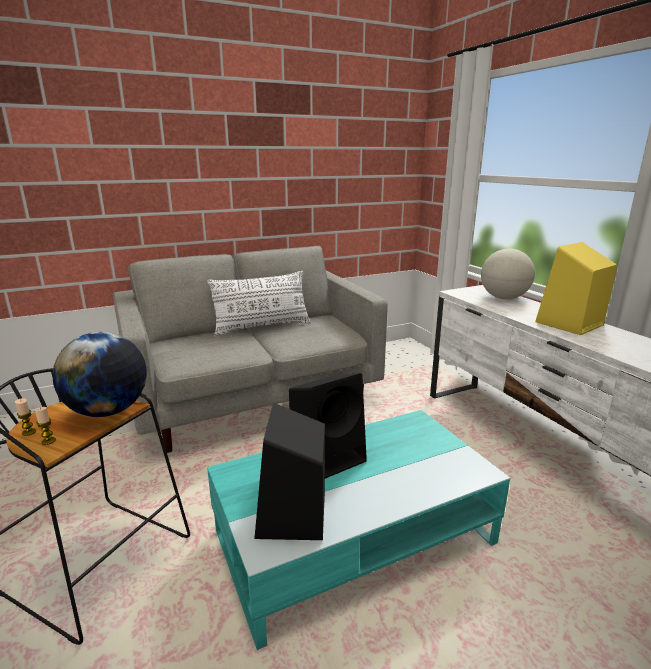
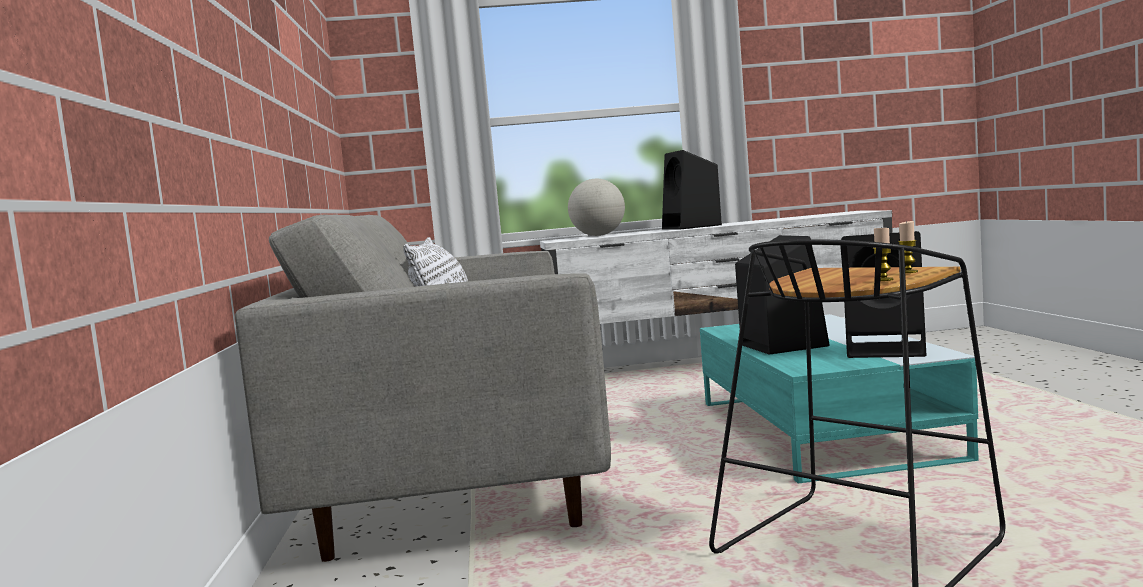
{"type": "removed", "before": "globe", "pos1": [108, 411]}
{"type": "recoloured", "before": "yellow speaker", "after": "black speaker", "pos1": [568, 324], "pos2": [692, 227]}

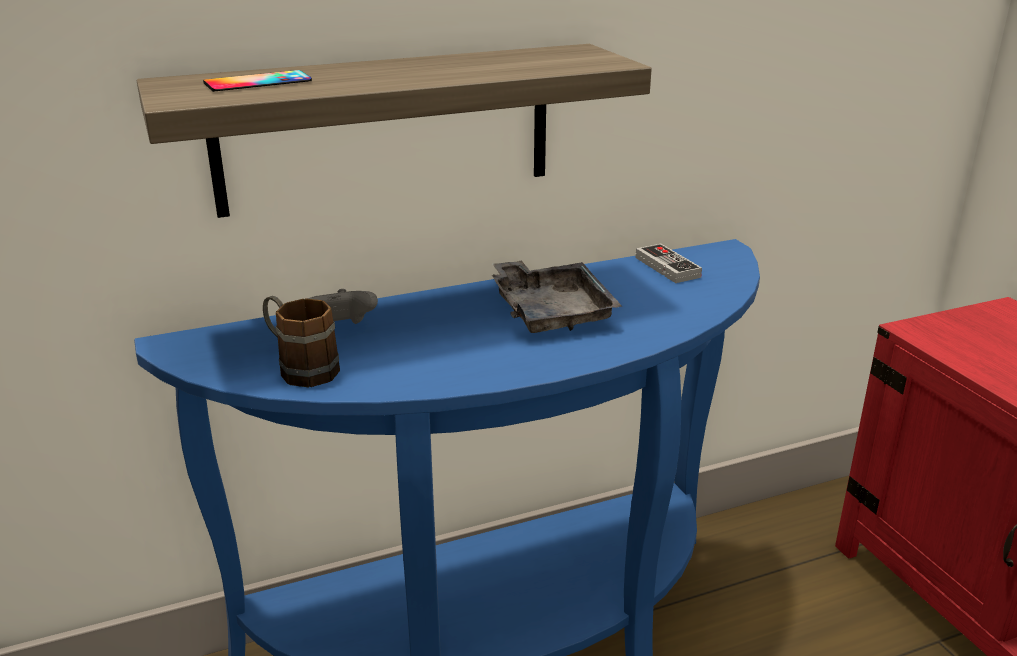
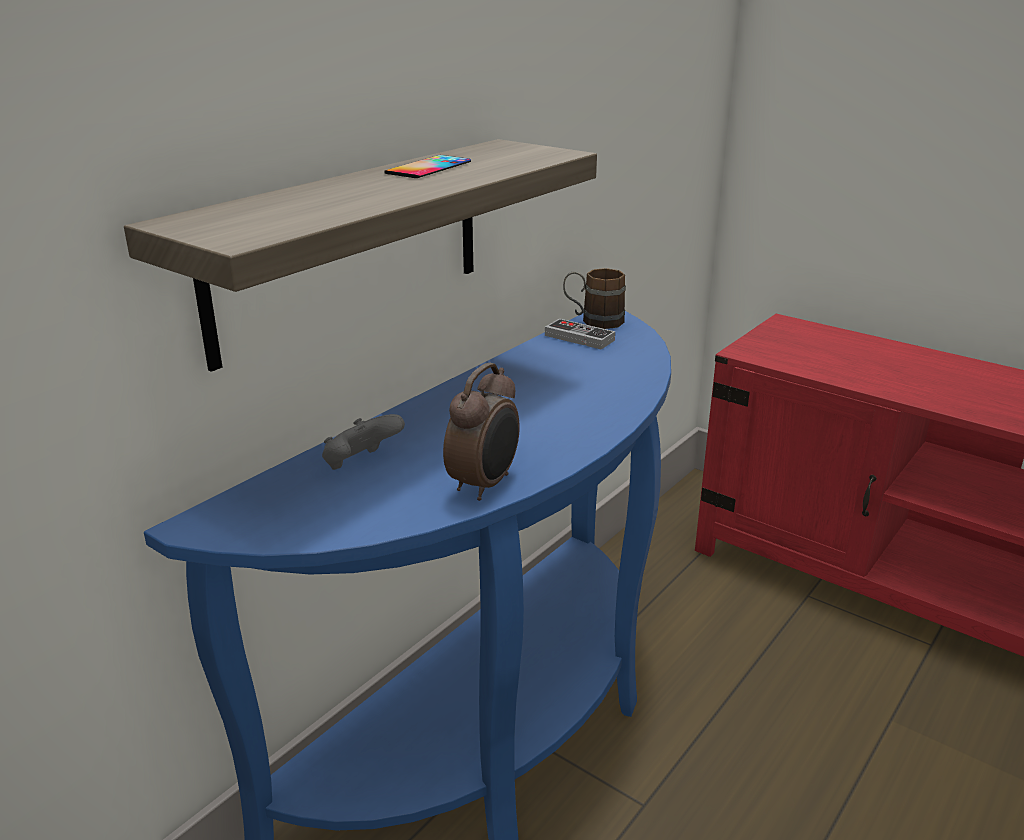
{"type": "removed", "before": "grey tray", "pos1": [550, 311]}
{"type": "added", "after": "alarm clock", "pos2": [485, 484]}
{"type": "moved", "before": "phone", "pos1": [258, 82], "pos2": [428, 167]}
{"type": "moved", "before": "brown mug", "pos1": [300, 368], "pos2": [593, 321]}

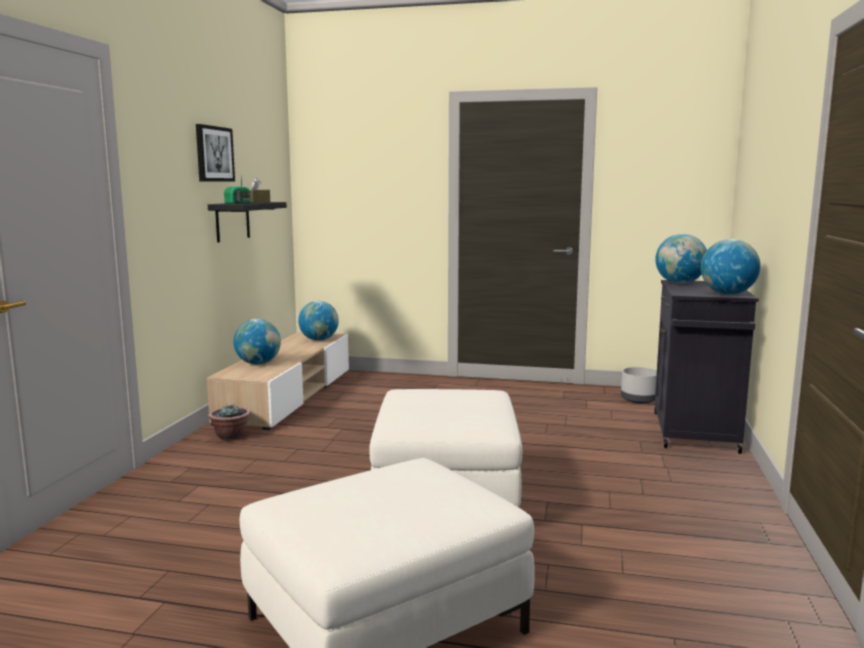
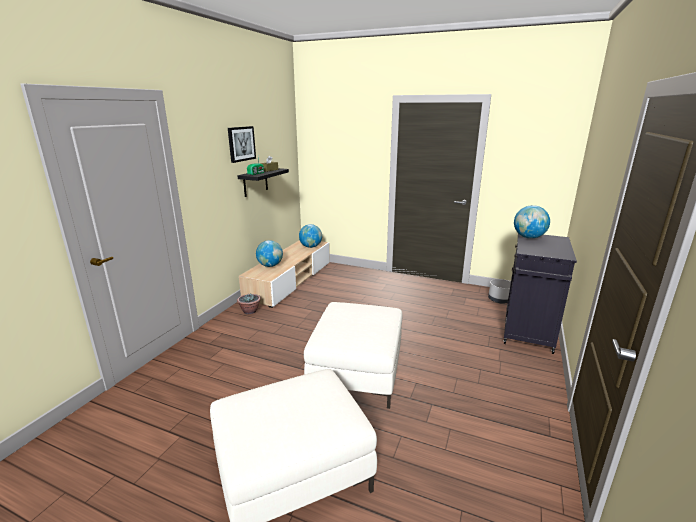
{"type": "removed", "before": "globe", "pos1": [727, 294]}

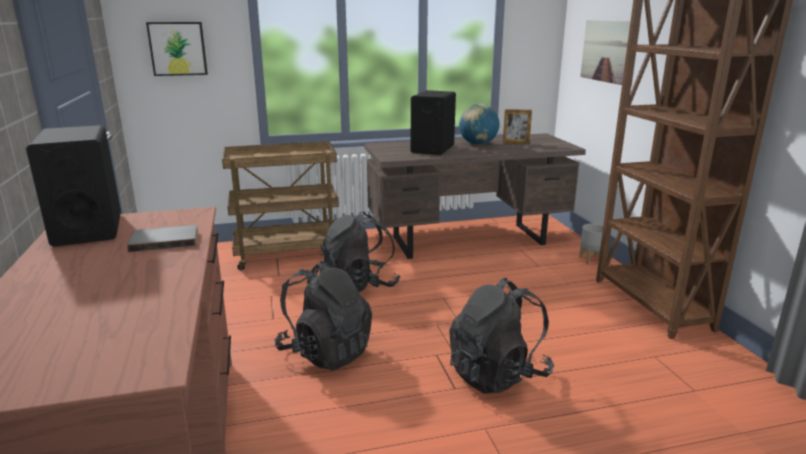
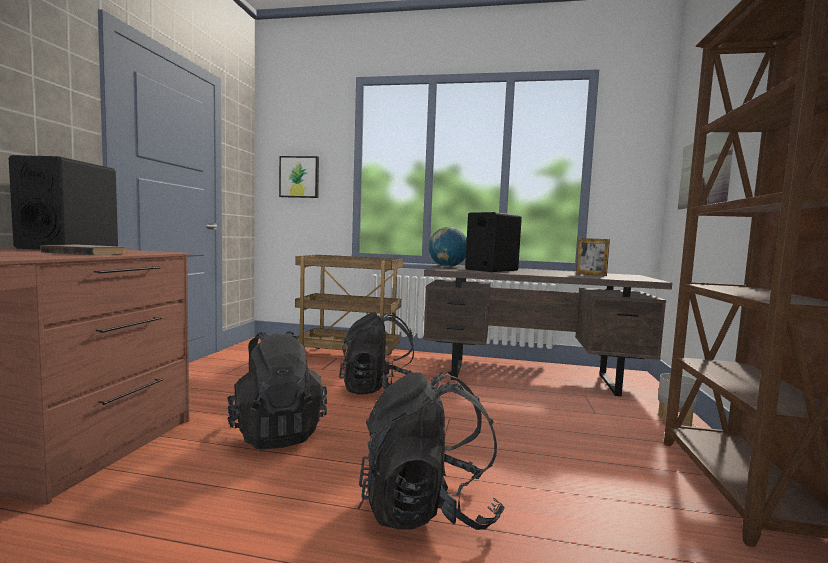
{"type": "moved", "before": "globe", "pos1": [478, 144], "pos2": [447, 266]}

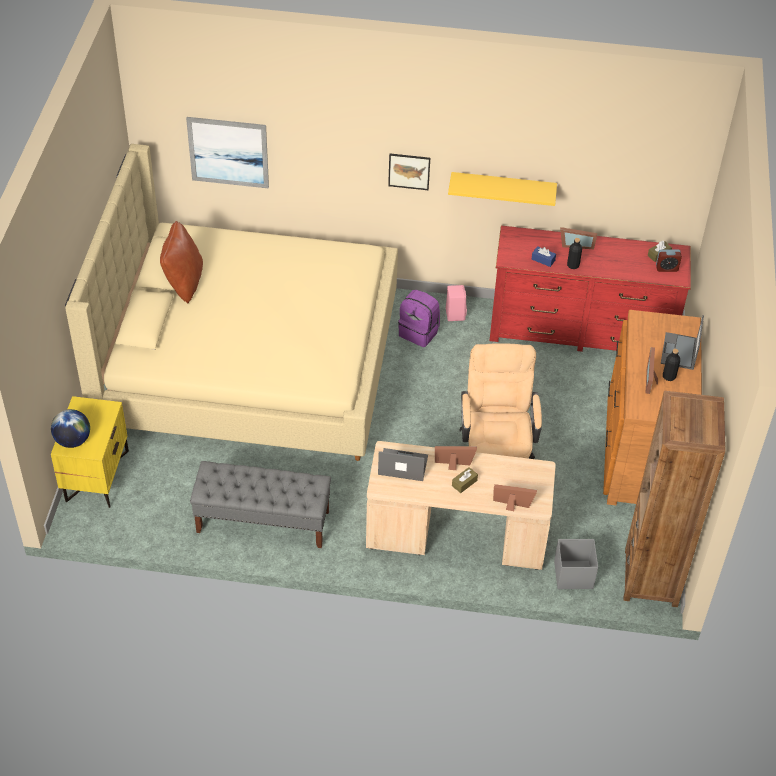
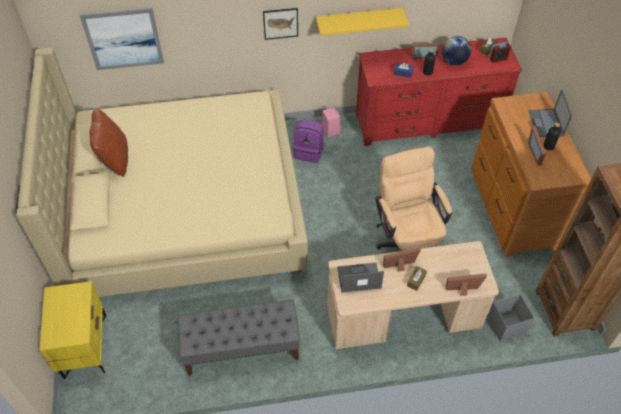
{"type": "moved", "before": "globe", "pos1": [73, 440], "pos2": [454, 61]}

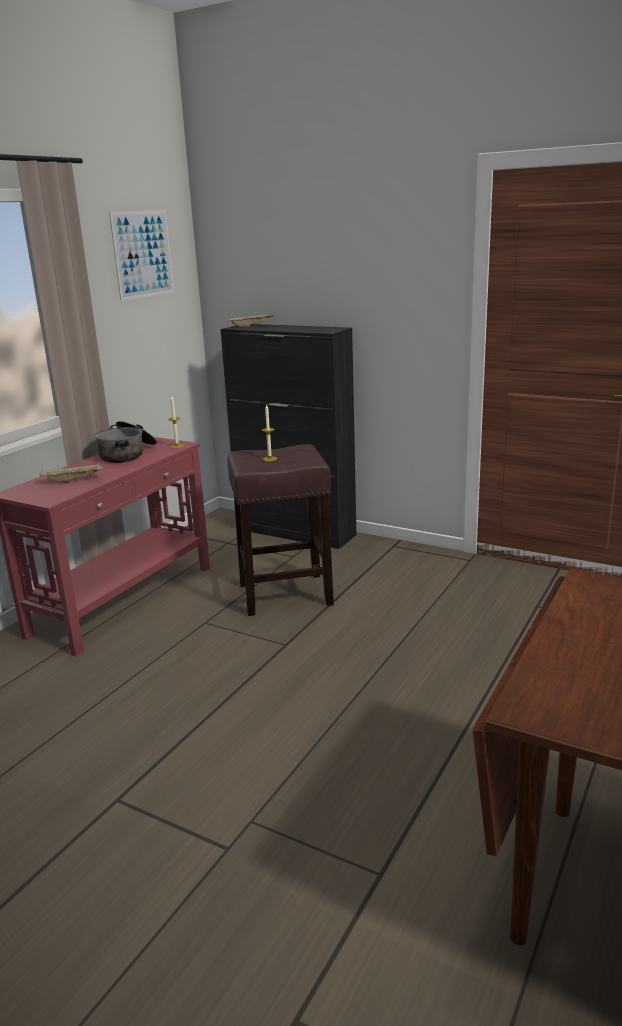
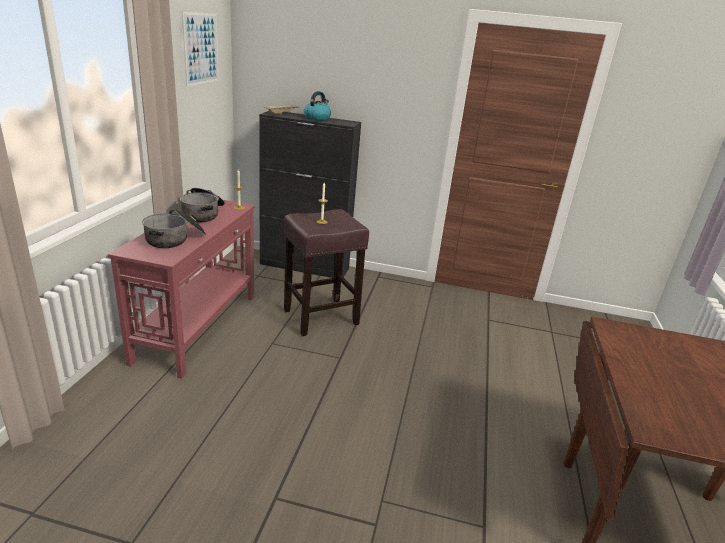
{"type": "added", "after": "kettle", "pos2": [317, 118]}
{"type": "replaced", "before": "beige tray", "after": "cooking pot", "pos1": [74, 480], "pos2": [175, 239]}

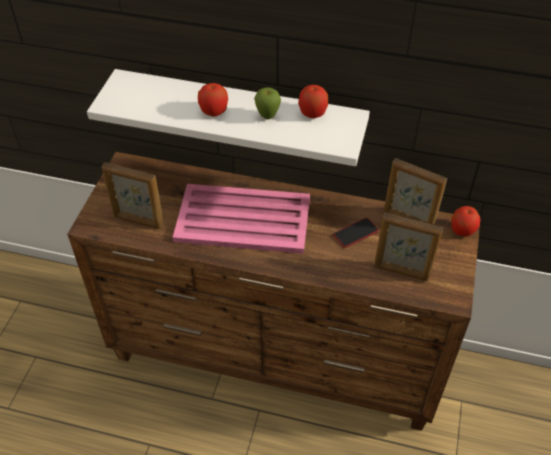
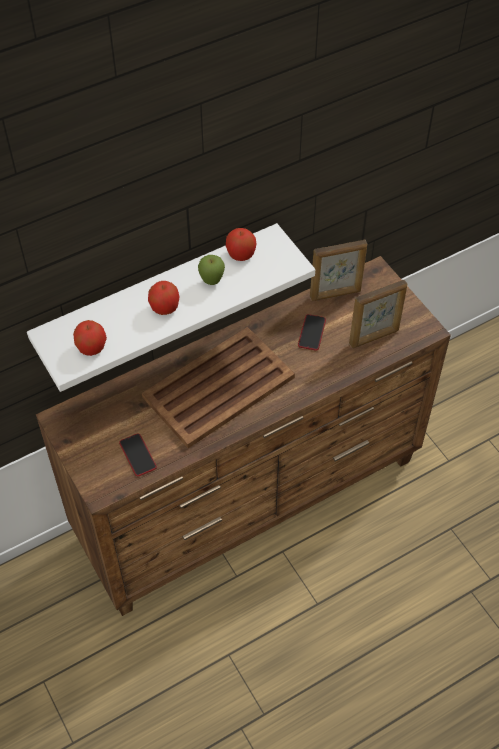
{"type": "moved", "before": "apple", "pos1": [462, 230], "pos2": [92, 348]}
{"type": "replaced", "before": "picture frame", "after": "phone", "pos1": [138, 221], "pos2": [138, 455]}
{"type": "recoloured", "before": "pink tray", "after": "brown tray", "pos1": [242, 219], "pos2": [217, 388]}

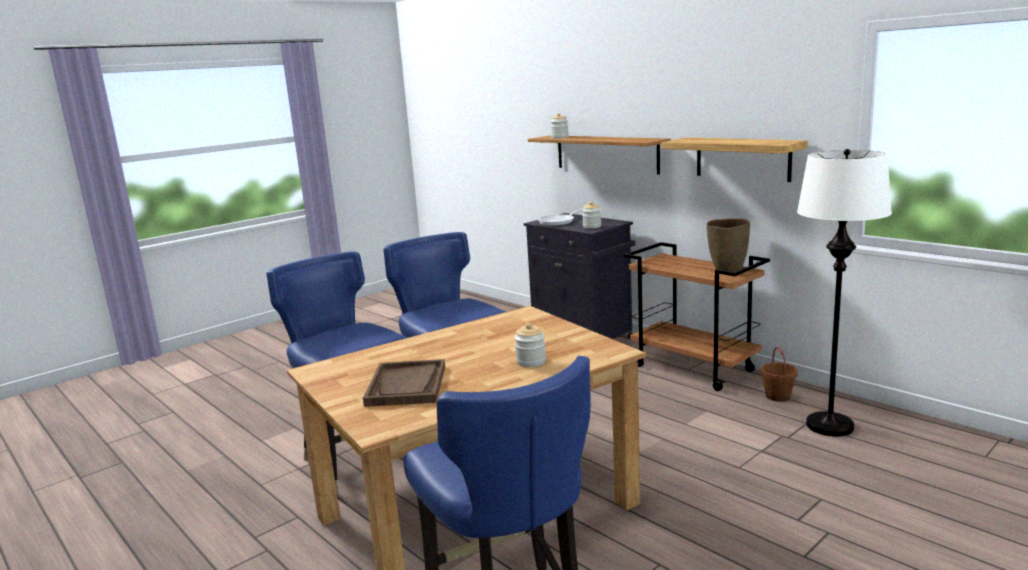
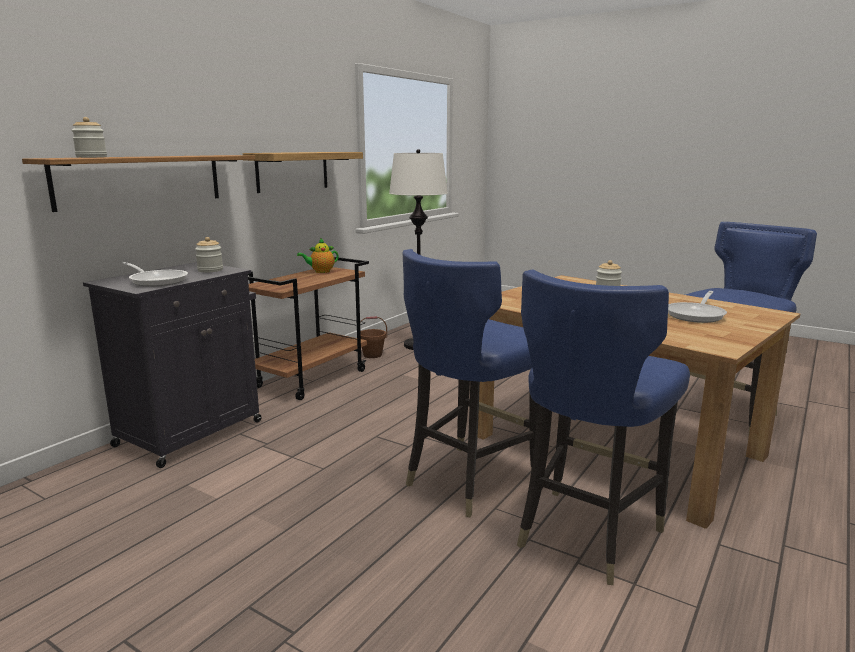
{"type": "replaced", "before": "brown tray", "after": "frying pan", "pos1": [407, 385], "pos2": [696, 315]}
{"type": "replaced", "before": "brown vase", "after": "teapot", "pos1": [727, 269], "pos2": [320, 271]}

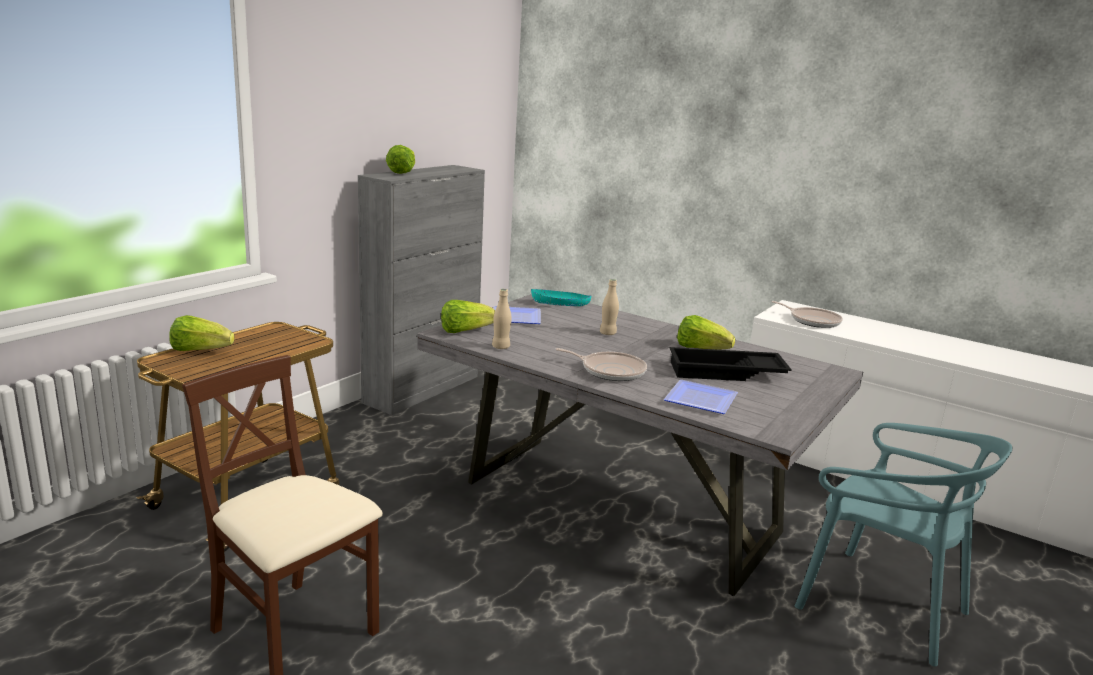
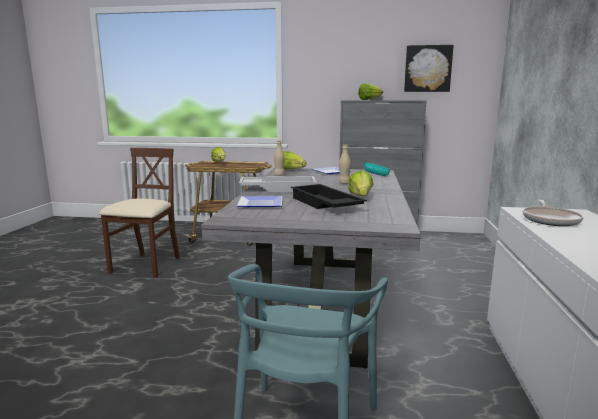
{"type": "added", "after": "picture", "pos2": [427, 68]}
{"type": "replaced", "before": "frying pan", "after": "white tray", "pos1": [610, 371], "pos2": [278, 189]}

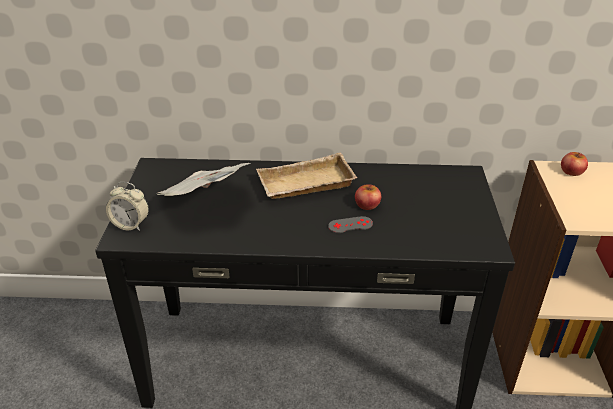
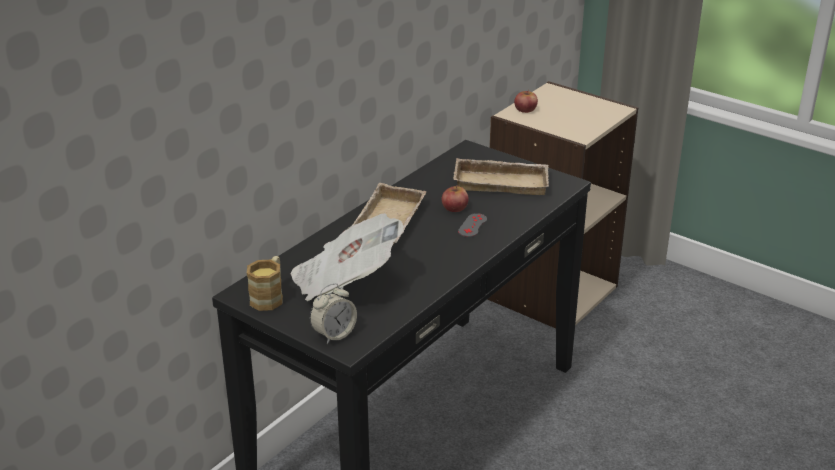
{"type": "added", "after": "mug", "pos2": [269, 296]}
{"type": "added", "after": "beige tray", "pos2": [502, 182]}

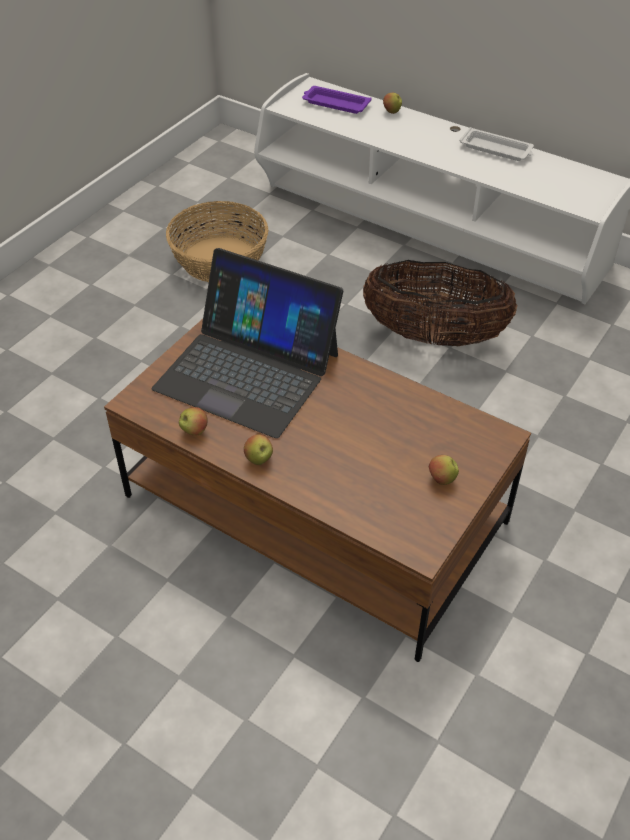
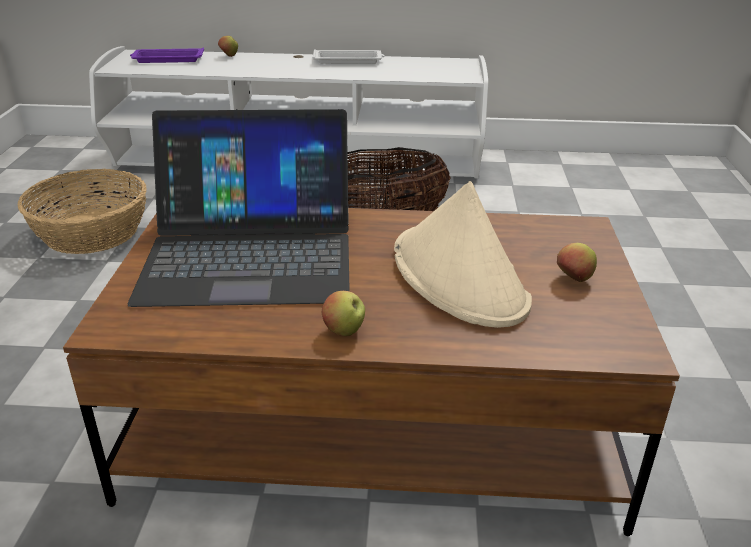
{"type": "removed", "before": "apple", "pos1": [194, 431]}
{"type": "added", "after": "beige hat", "pos2": [459, 277]}

